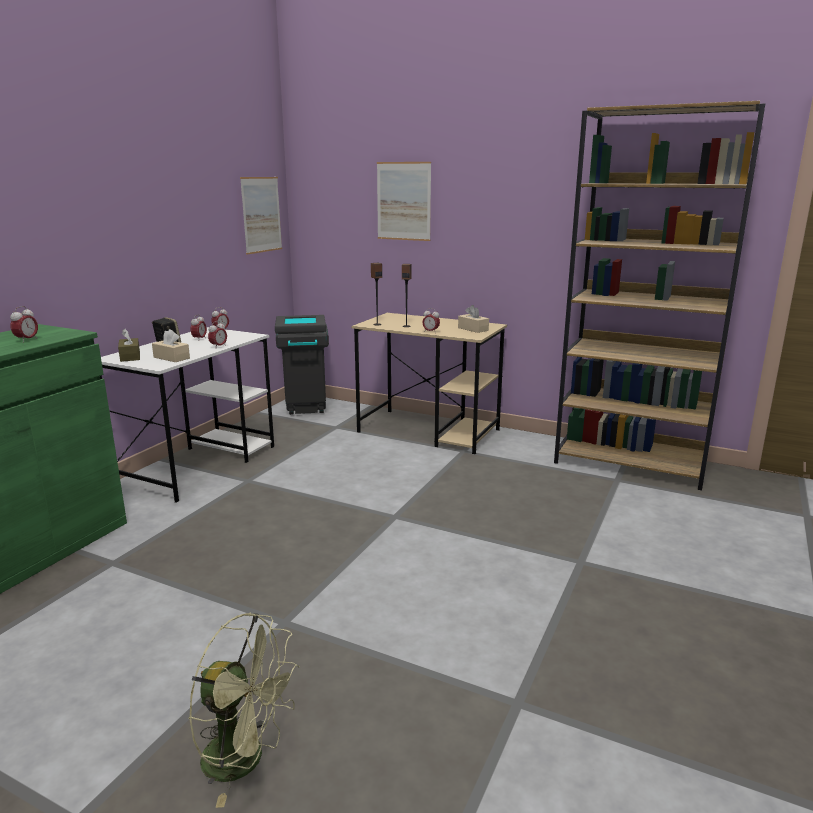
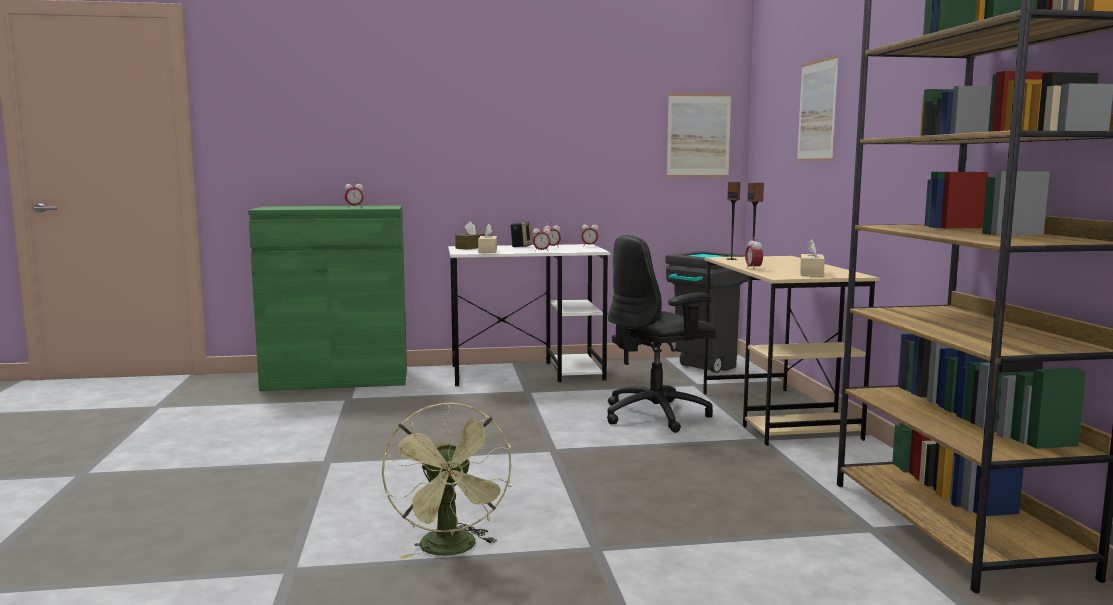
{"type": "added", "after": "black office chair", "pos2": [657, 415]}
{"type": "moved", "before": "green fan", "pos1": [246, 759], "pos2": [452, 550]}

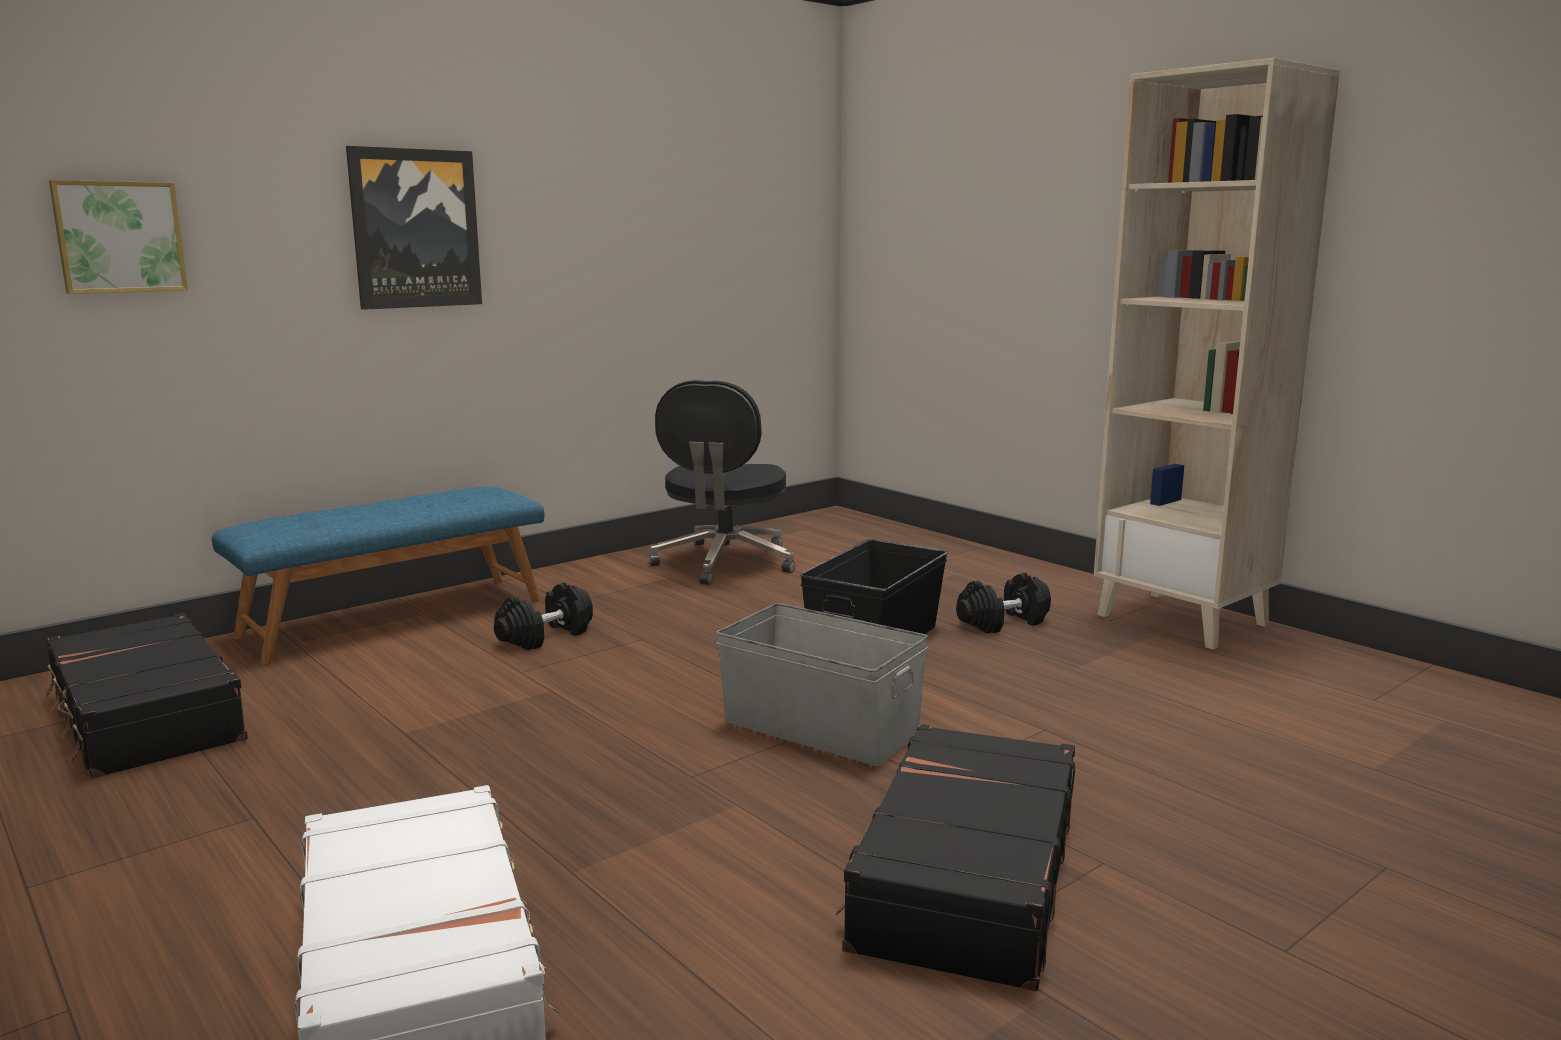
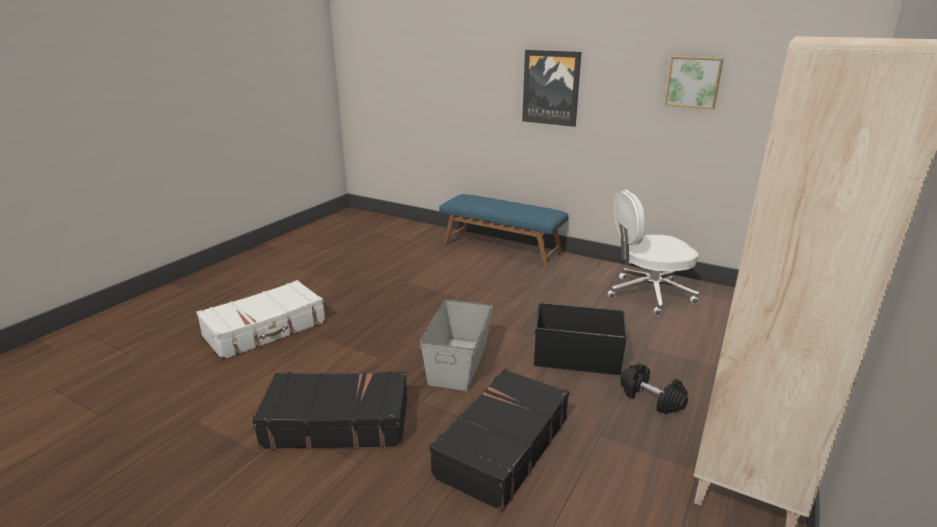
{"type": "removed", "before": "black dumbbell", "pos1": [545, 637]}
{"type": "moved", "before": "black suitcase", "pos1": [145, 718], "pos2": [501, 446]}
{"type": "moved", "before": "picture", "pos1": [119, 237], "pos2": [693, 82]}
{"type": "recoloured", "before": "black office chair", "after": "white office chair", "pos1": [724, 563], "pos2": [648, 294]}

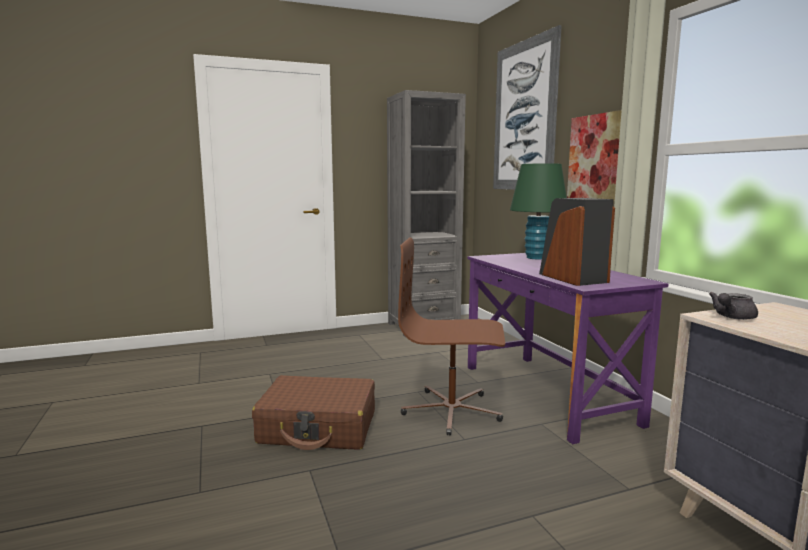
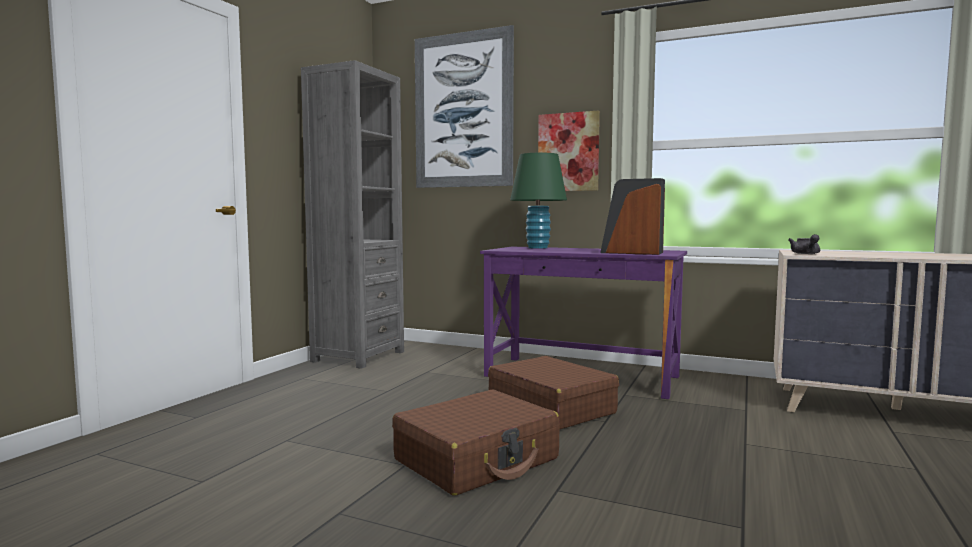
{"type": "replaced", "before": "brown office chair", "after": "brown suitcase", "pos1": [452, 411], "pos2": [551, 408]}

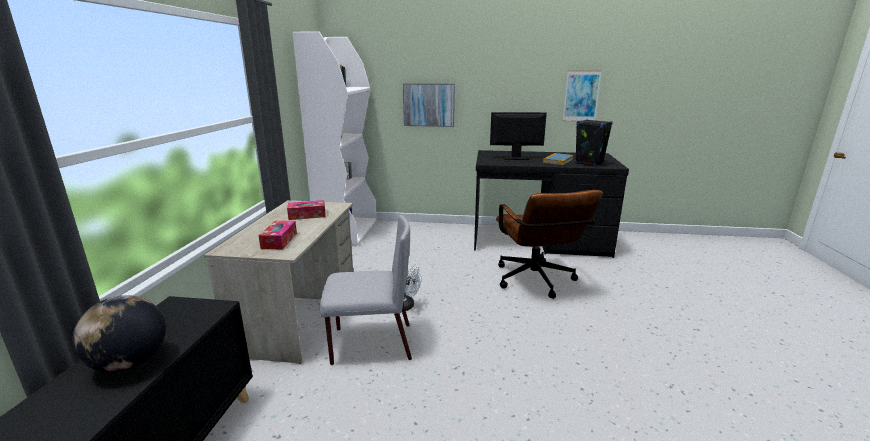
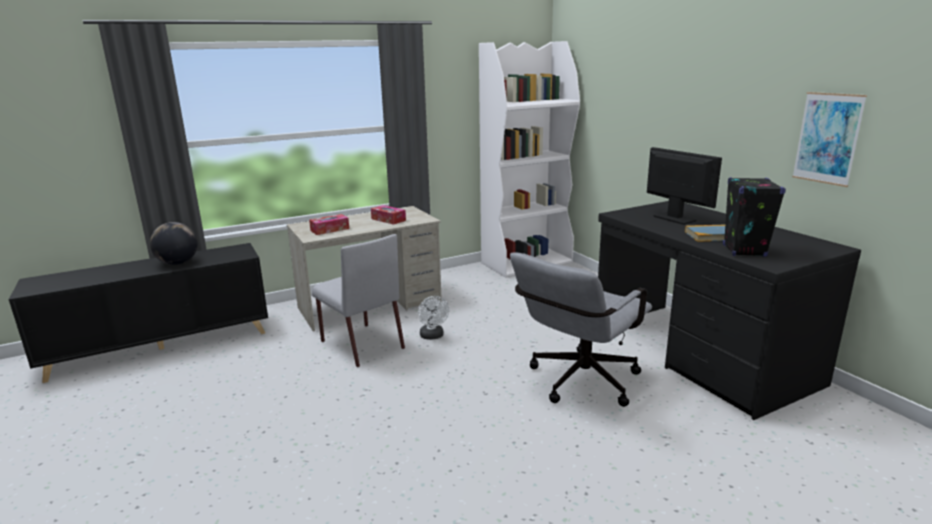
{"type": "removed", "before": "picture", "pos1": [429, 105]}
{"type": "recoloured", "before": "brown office chair", "after": "grey office chair", "pos1": [536, 282], "pos2": [578, 383]}

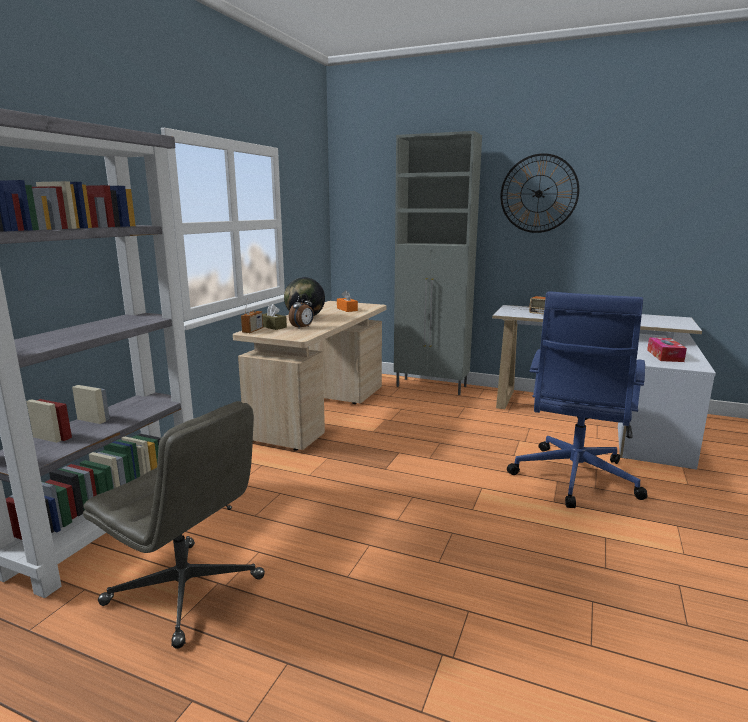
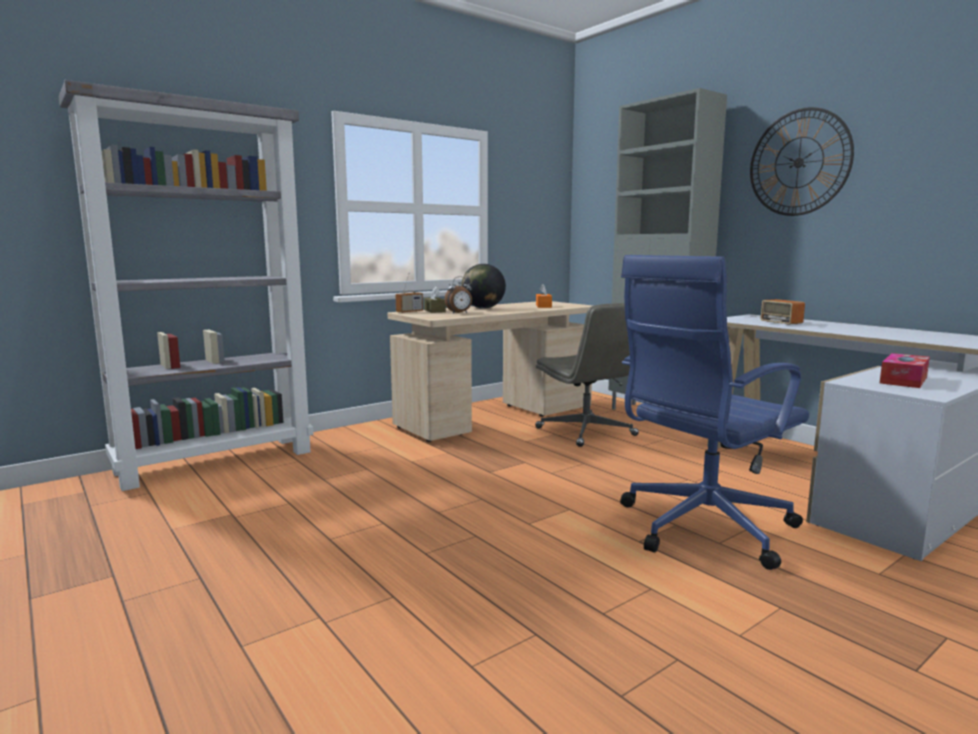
{"type": "moved", "before": "grey office chair", "pos1": [186, 591], "pos2": [586, 432]}

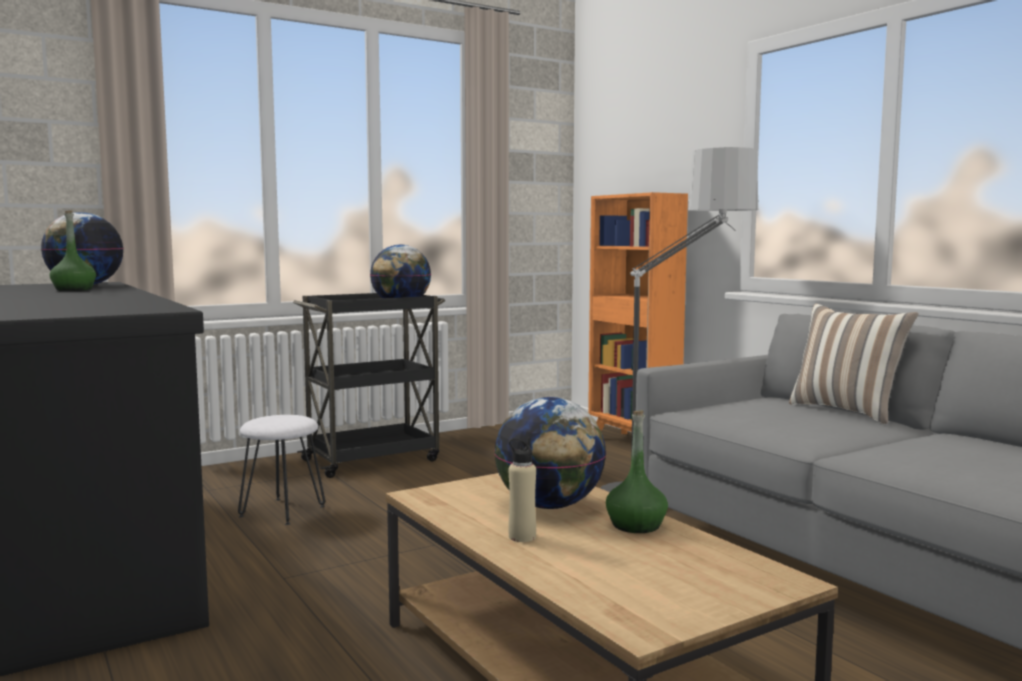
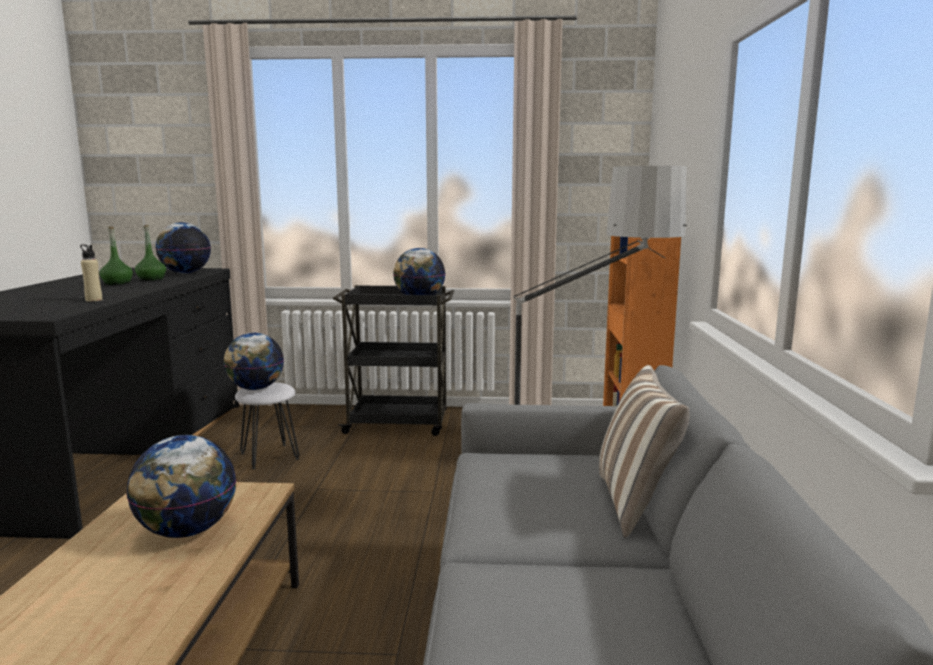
{"type": "added", "after": "globe", "pos2": [255, 388]}
{"type": "moved", "before": "beige bottle", "pos1": [522, 537], "pos2": [94, 300]}
{"type": "moved", "before": "green bottle", "pos1": [635, 525], "pos2": [117, 283]}

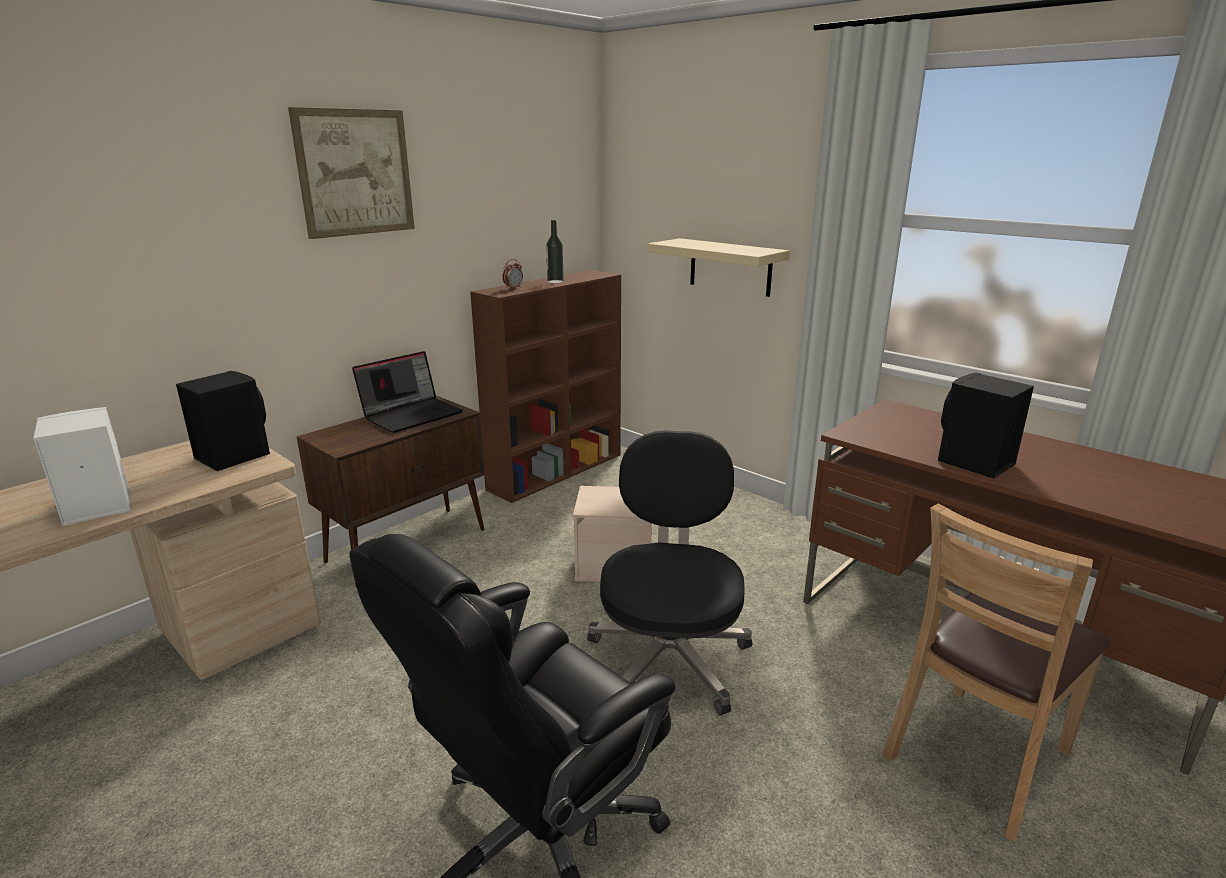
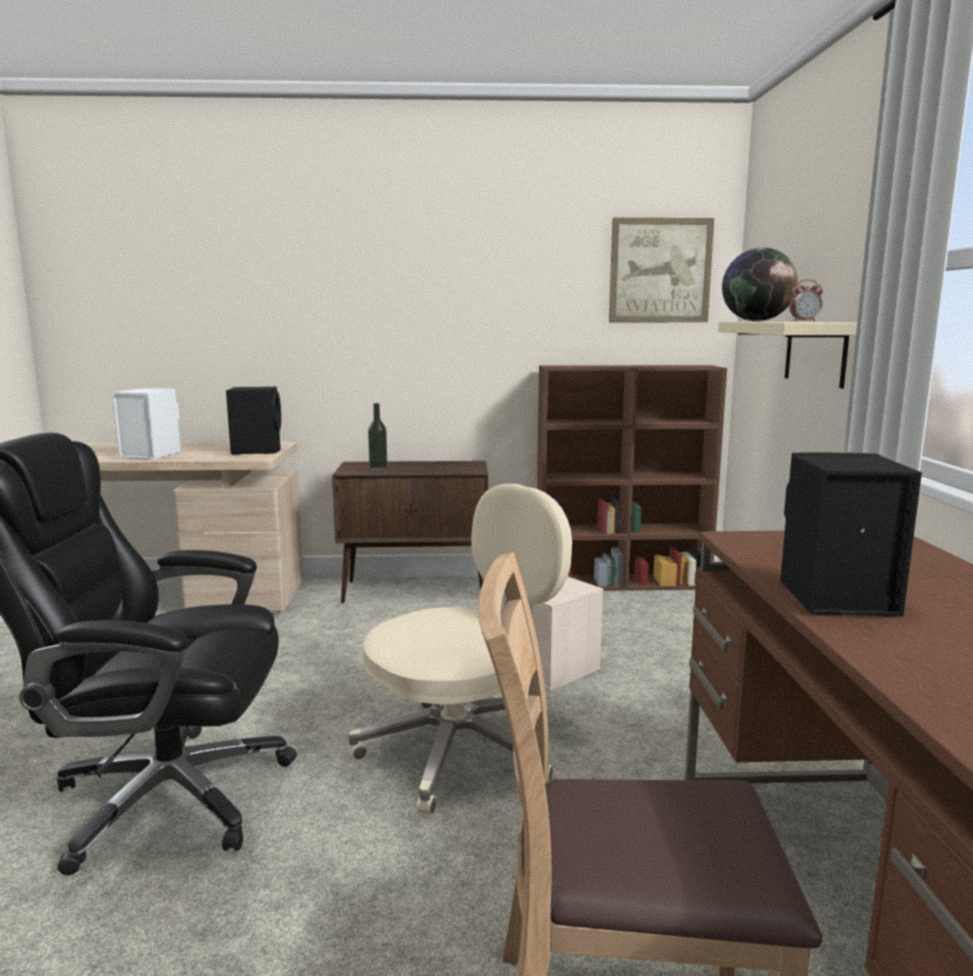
{"type": "removed", "before": "laptop", "pos1": [412, 414]}
{"type": "added", "after": "globe", "pos2": [756, 321]}
{"type": "moved", "before": "picture", "pos1": [355, 173], "pos2": [660, 271]}
{"type": "moved", "before": "alarm clock", "pos1": [513, 288], "pos2": [804, 321]}
{"type": "moved", "before": "bottle", "pos1": [555, 281], "pos2": [378, 469]}
{"type": "recoloured", "before": "black office chair", "after": "beige office chair", "pos1": [669, 657], "pos2": [461, 749]}

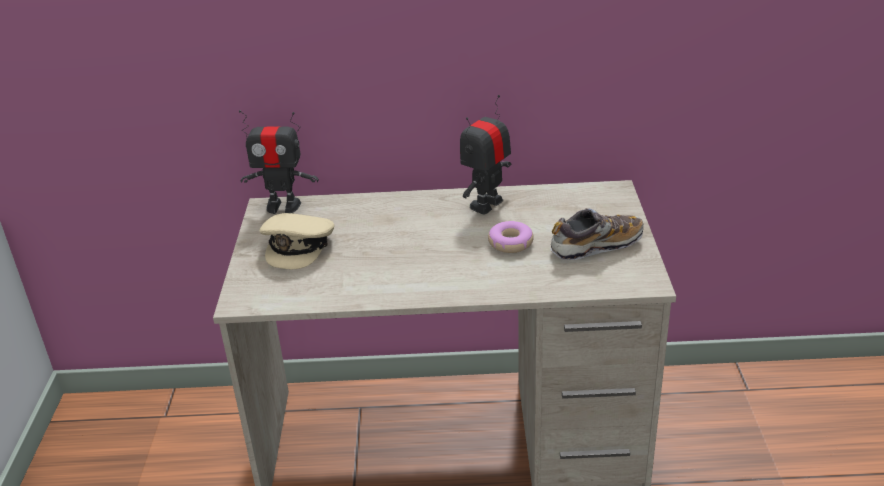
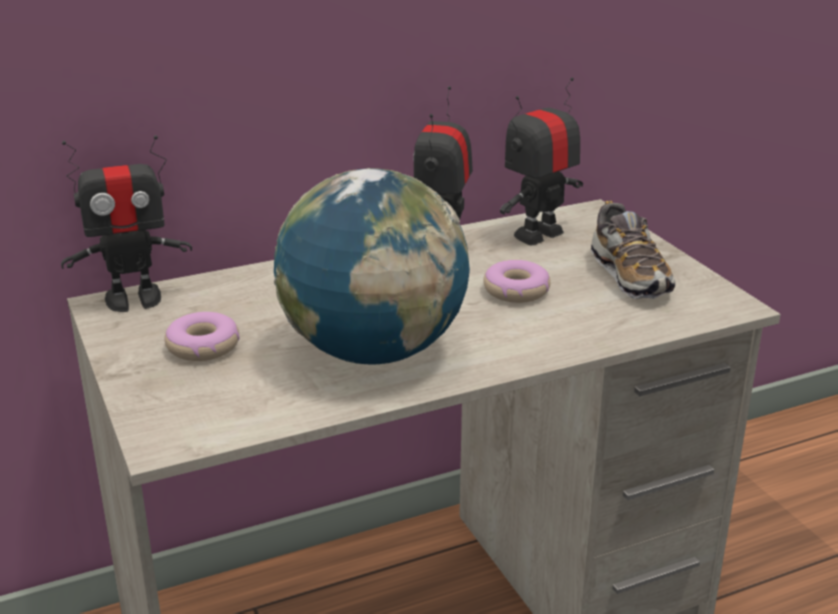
{"type": "added", "after": "globe", "pos2": [373, 352]}
{"type": "added", "after": "toy robot", "pos2": [538, 235]}
{"type": "replaced", "before": "beige cap", "after": "donut", "pos1": [299, 246], "pos2": [203, 346]}
{"type": "turned", "before": "shoe", "pos1": [596, 246], "pos2": [630, 276], "turn": 120}

